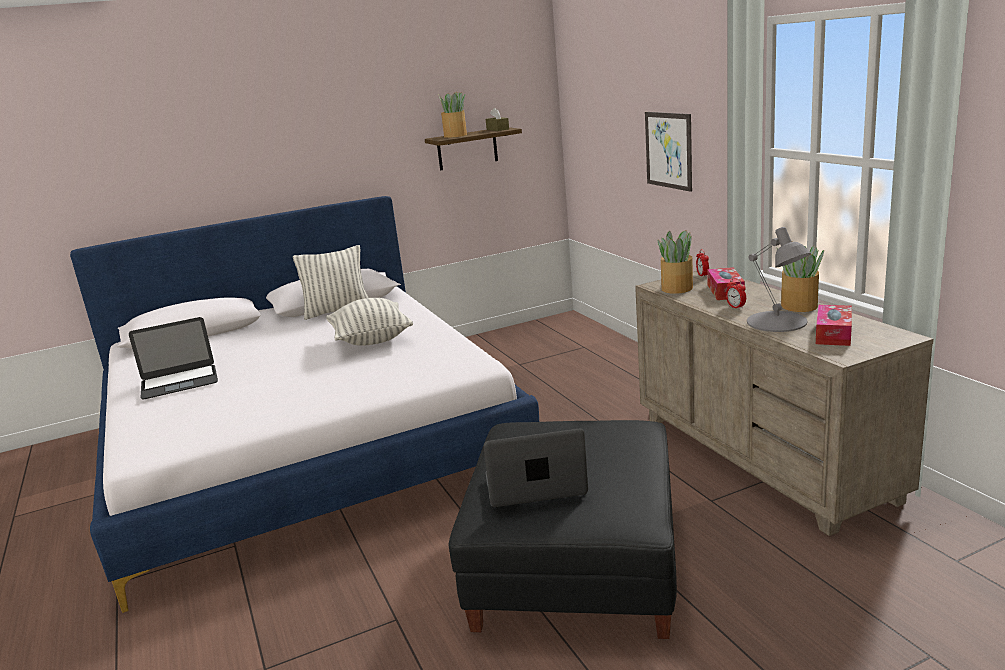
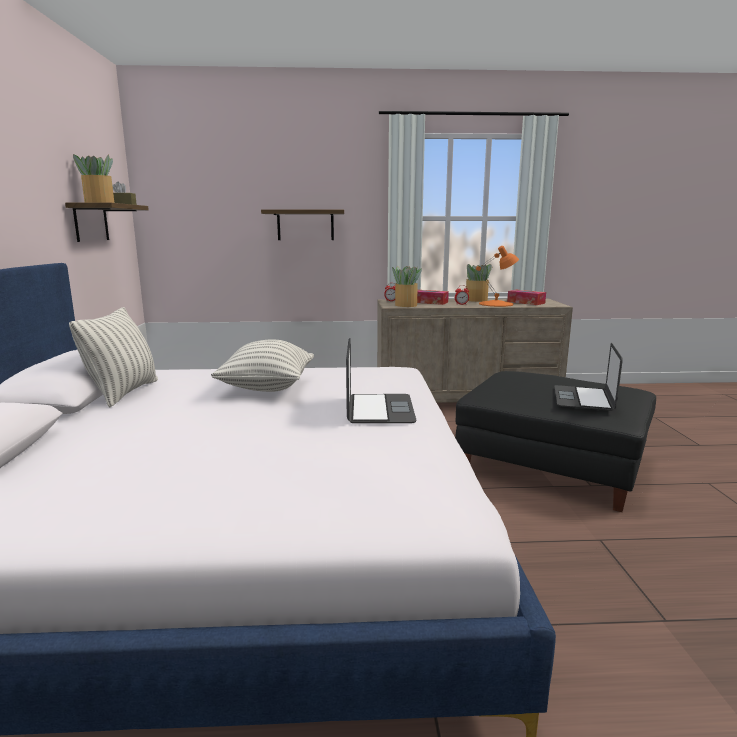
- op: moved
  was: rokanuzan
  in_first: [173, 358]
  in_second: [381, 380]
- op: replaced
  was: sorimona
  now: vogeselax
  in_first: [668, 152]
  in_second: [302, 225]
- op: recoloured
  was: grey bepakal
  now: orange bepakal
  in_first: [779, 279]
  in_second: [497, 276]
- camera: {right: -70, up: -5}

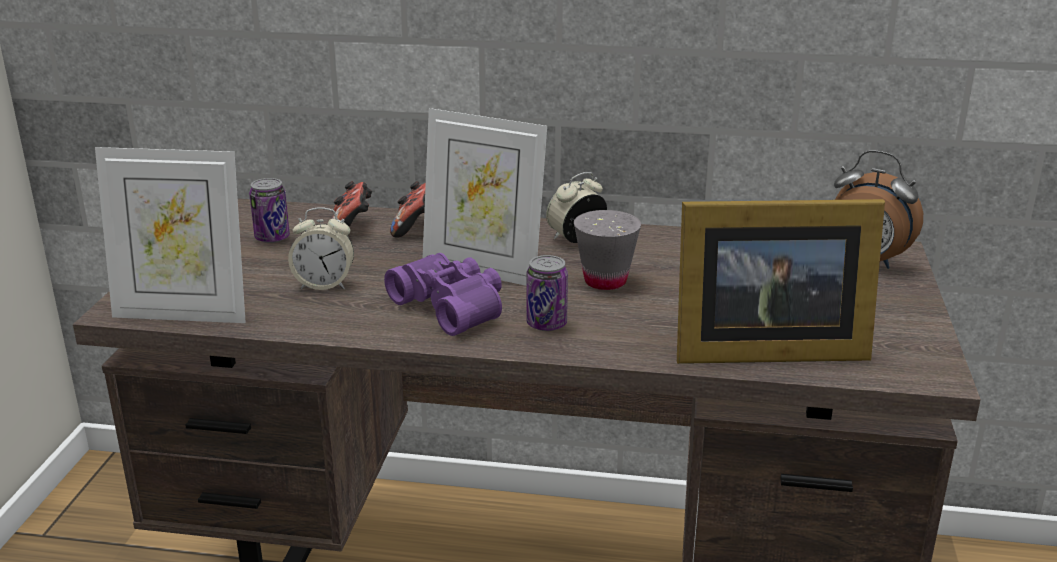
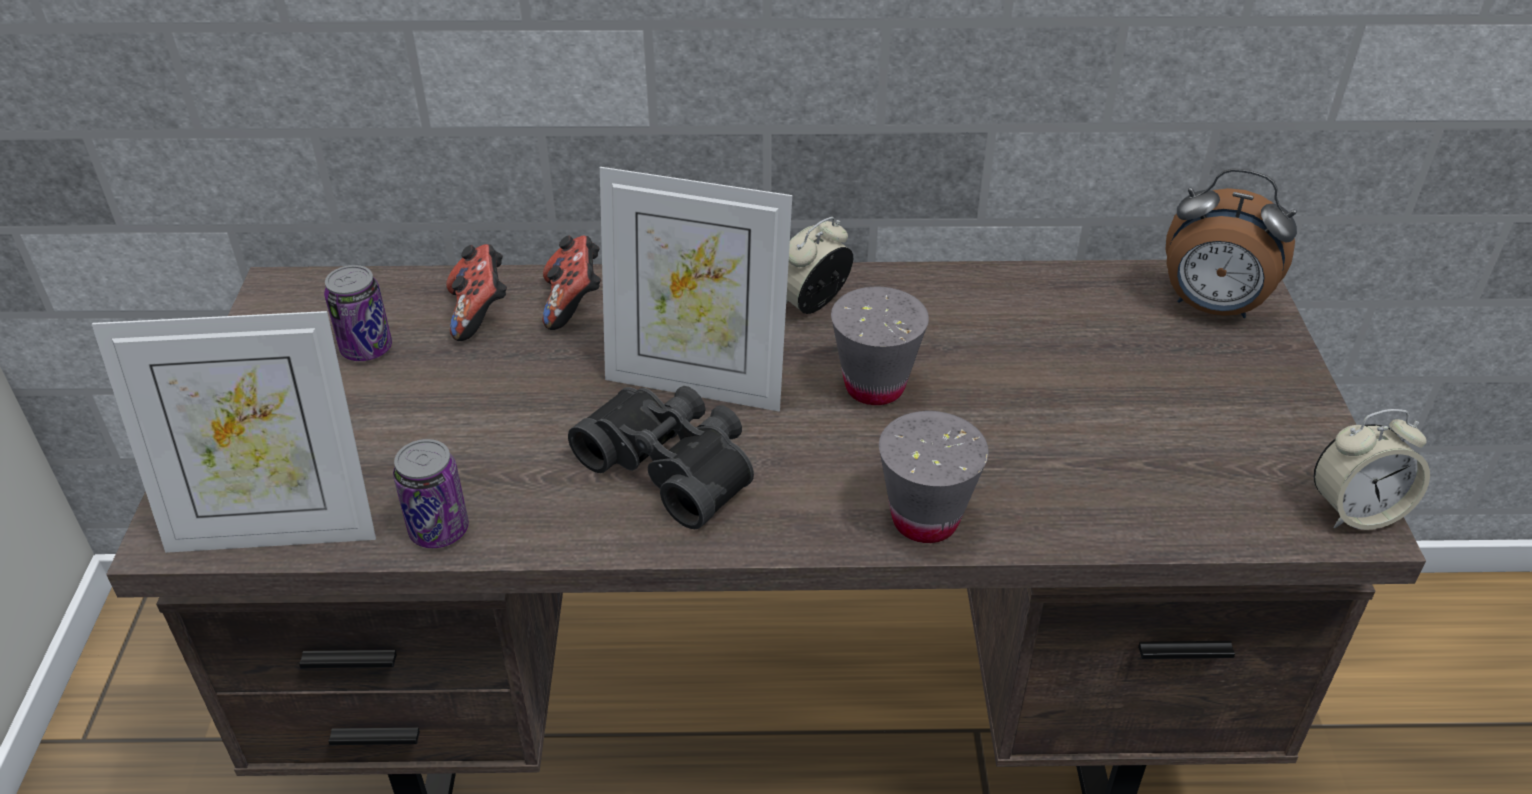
- op: removed
  was: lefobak
  in_first: [781, 281]
- op: added
  now: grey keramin
  in_second: [934, 477]
- op: moved
  was: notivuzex
  in_first: [321, 248]
  in_second: [1371, 469]
- op: moved
  was: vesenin
  in_first: [547, 293]
  in_second: [431, 493]
- op: recoloured
  was: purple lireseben
  now: black lireseben
  in_first: [443, 294]
  in_second: [661, 457]
- camera: {right: -10, up: 15}

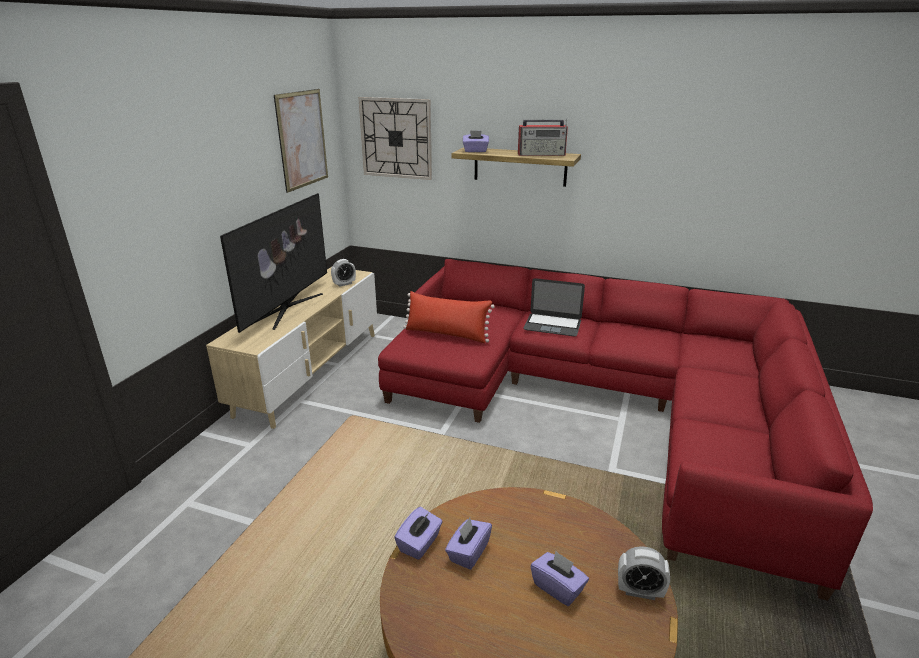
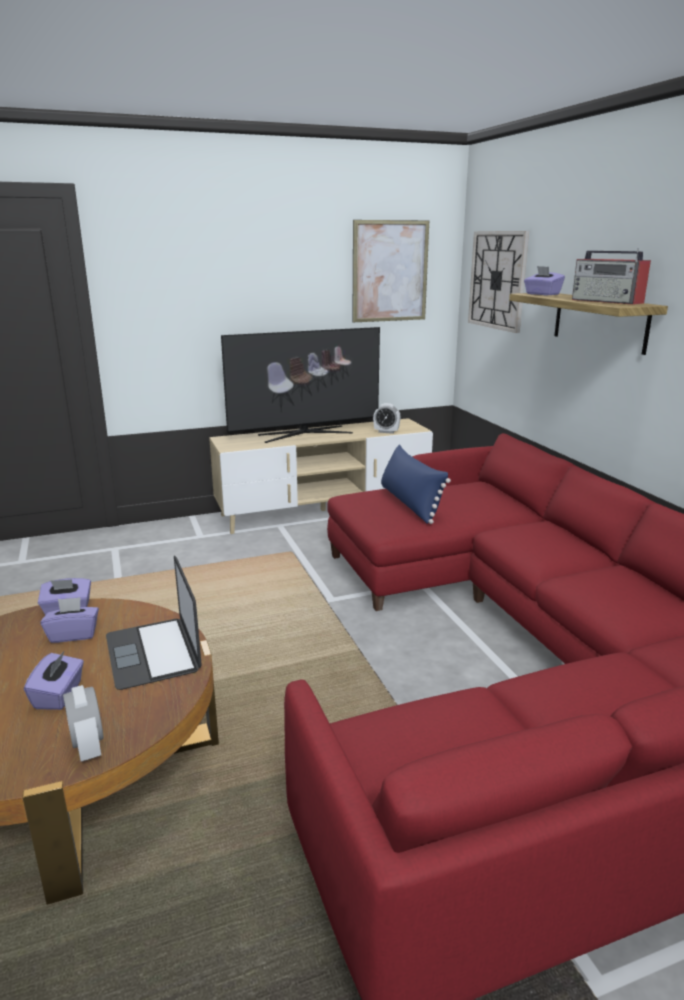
- op: moved
  was: rokanuzan
  in_first: [554, 307]
  in_second: [153, 623]
- op: recoloured
  was: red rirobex
  now: blue rirobex
  in_first: [449, 317]
  in_second: [416, 484]
- camera: {right: 50, up: -5}

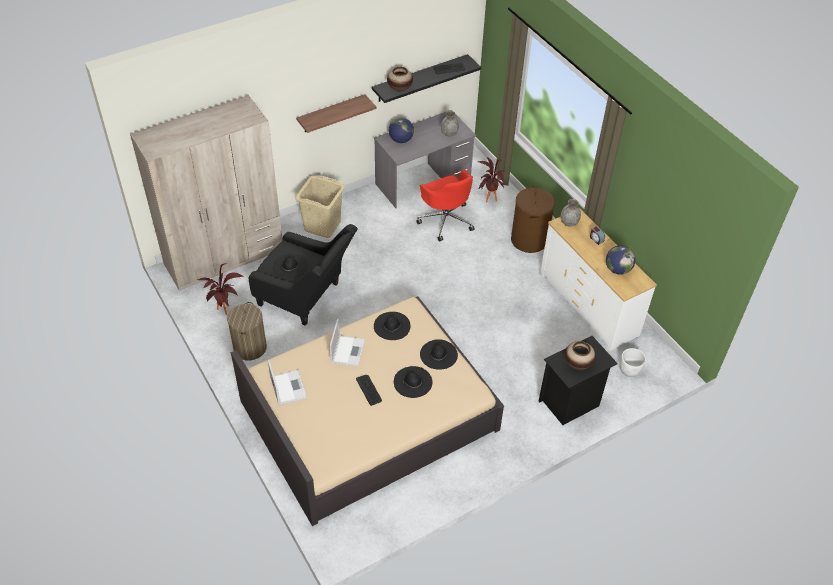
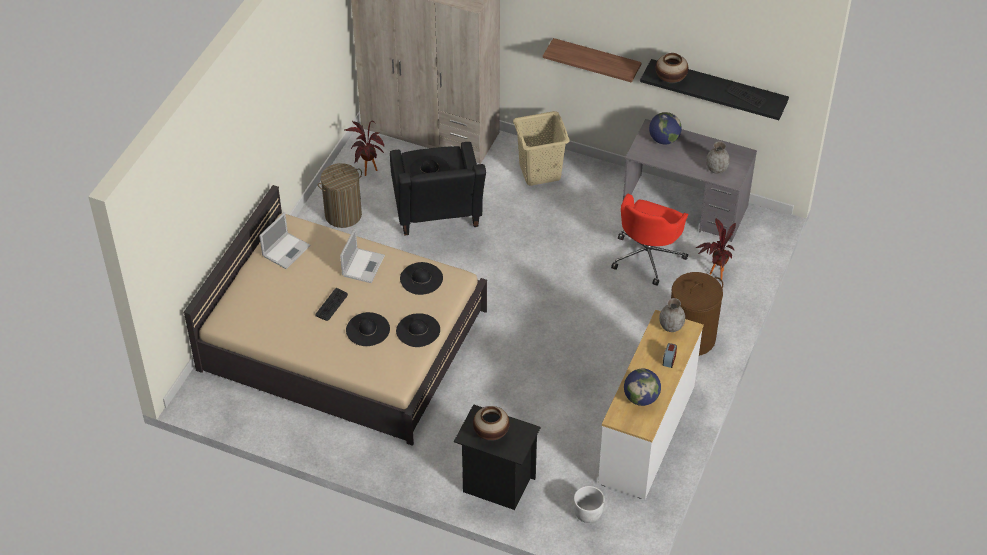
- op: turned
  was: rokanuzan
  in_first: [347, 343]
  in_second: [362, 255]
  clockwise: -45
- camera: {right: 55, up: 0}

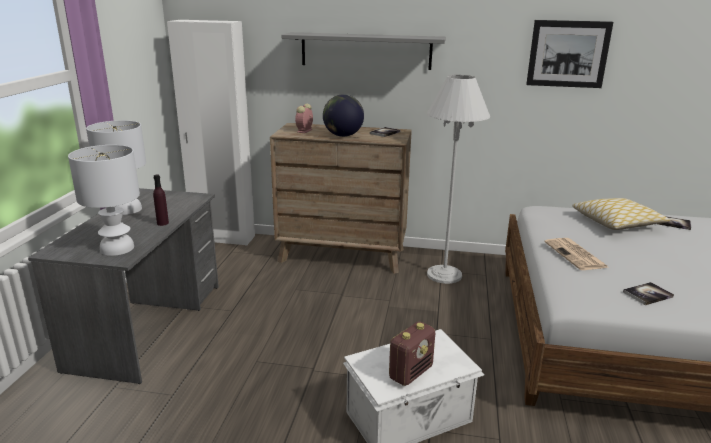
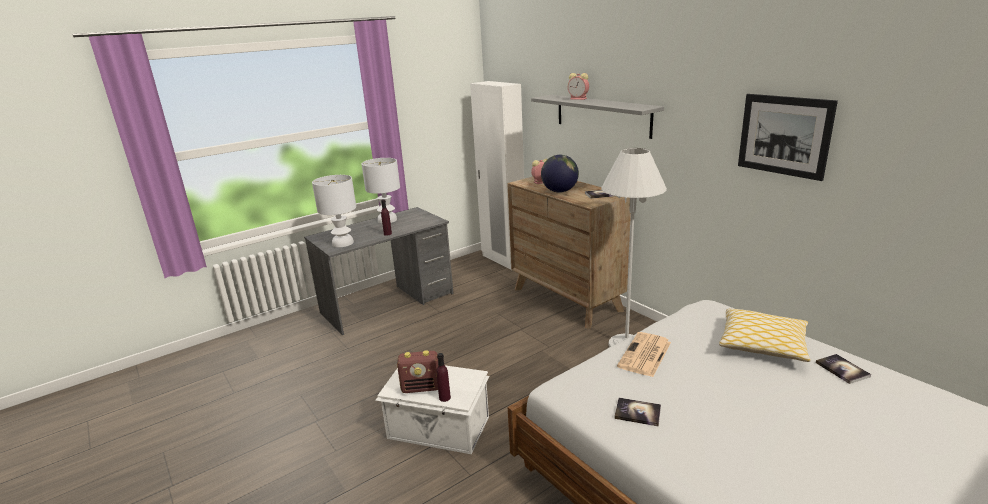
- op: added
  now: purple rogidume
  in_second: [443, 377]
- op: added
  now: notivuzex
  in_second: [578, 86]
- camera: {right: 45, up: 0}

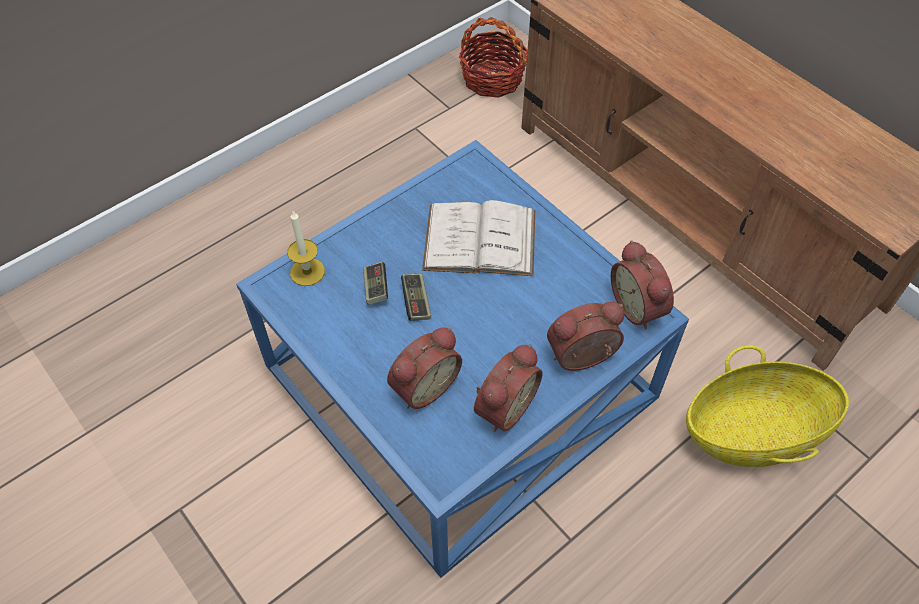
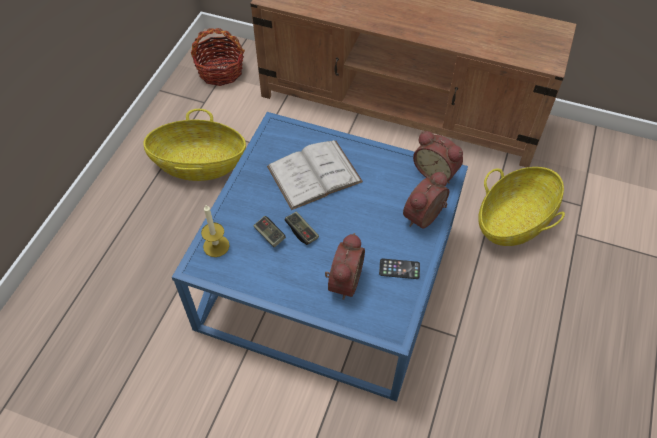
- op: added
  now: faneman
  in_second: [194, 145]
- op: replaced
  was: notivuzex
  now: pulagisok
  in_first: [508, 388]
  in_second: [399, 268]
- camera: {right: -30, up: 0}

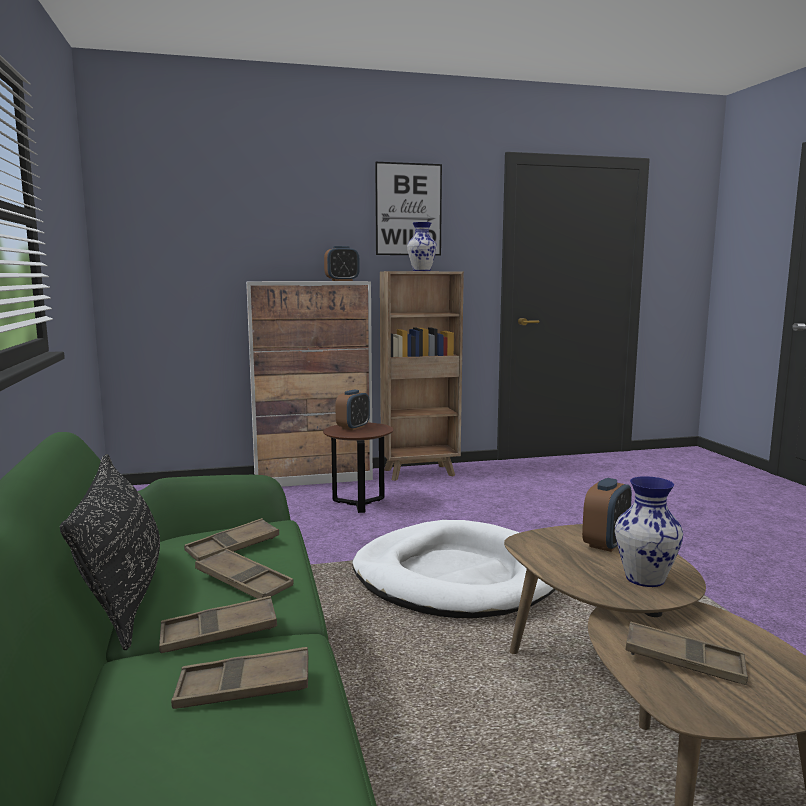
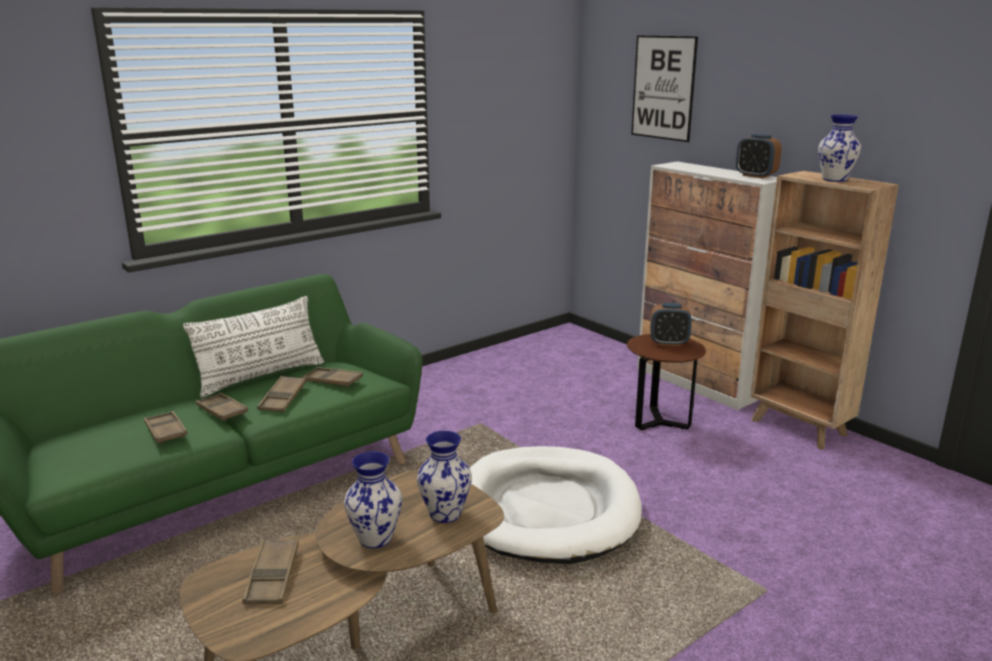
- op: moved
  was: sorimona
  in_first: [408, 209]
  in_second: [664, 88]
- op: replaced
  was: notivuzex
  now: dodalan
  in_first: [607, 515]
  in_second: [444, 477]
- op: recoloured
  was: black rirobex
  now: white rirobex
  in_first: [110, 552]
  in_second: [253, 346]
- camera: {right: 65, up: 10}

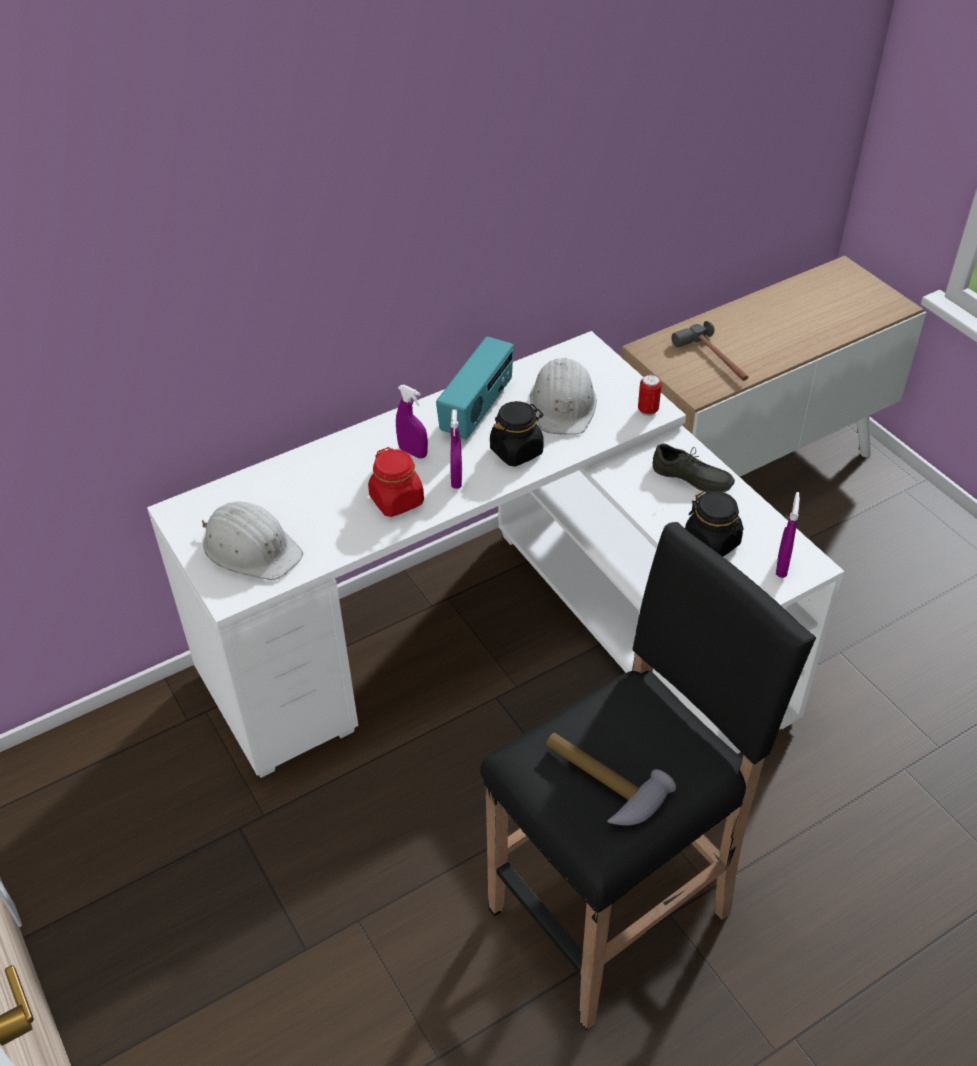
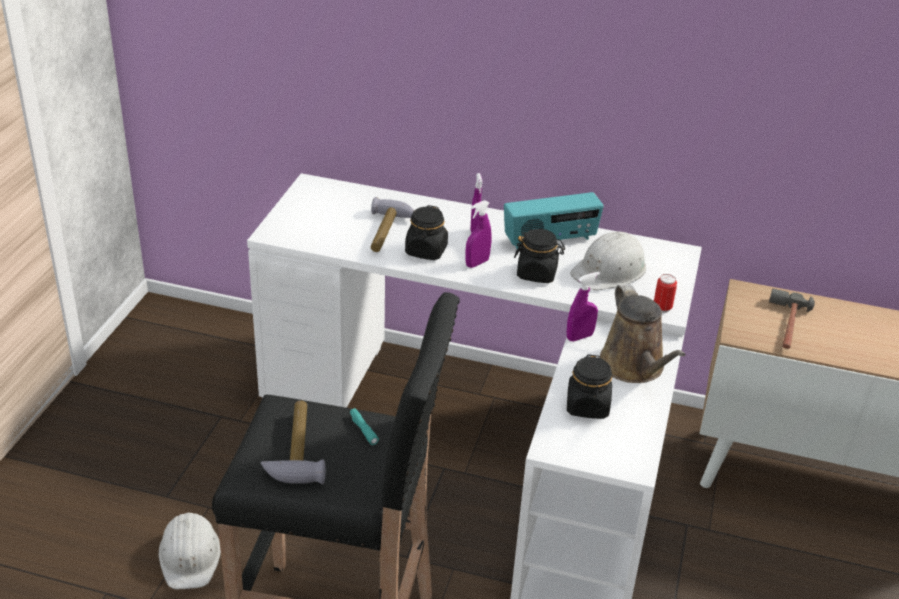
- op: added
  now: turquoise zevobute
  in_second: [364, 426]
- op: added
  now: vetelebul
  in_second: [392, 224]
- op: moved
  was: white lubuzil
  in_first: [252, 540]
  in_second: [190, 551]
- op: moved
  was: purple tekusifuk
  in_first: [788, 535]
  in_second: [583, 306]
- op: replaced
  was: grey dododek
  now: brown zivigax
  in_first: [693, 468]
  in_second: [643, 333]
- op: recoloured
  was: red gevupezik
  now: black gevupezik
  in_first: [396, 482]
  in_second: [426, 232]
- camera: {right: 45, up: -10}

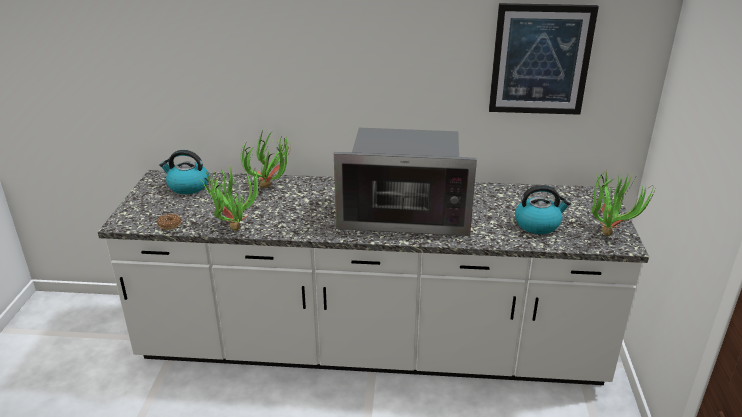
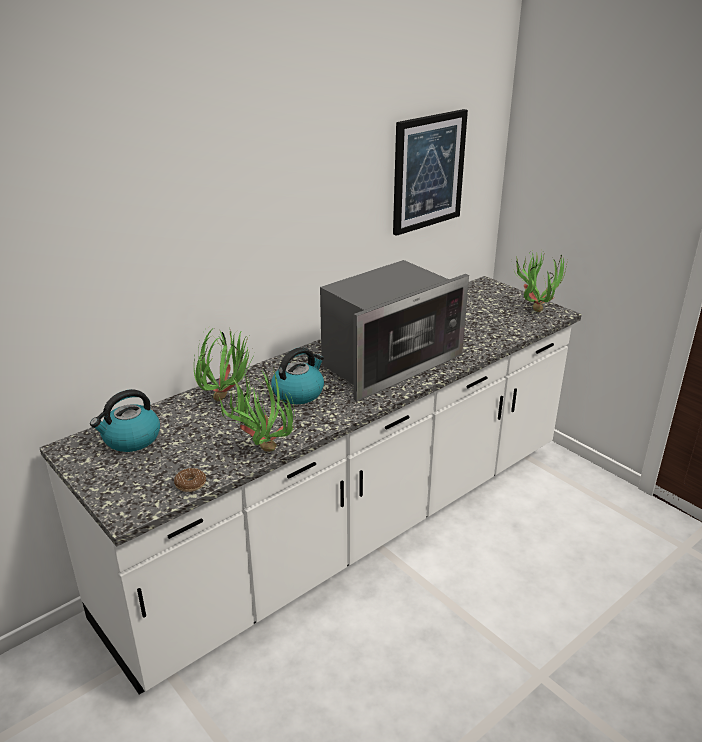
- op: moved
  was: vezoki
  in_first: [543, 209]
  in_second: [297, 375]
- camera: {right: -45, up: 0}

